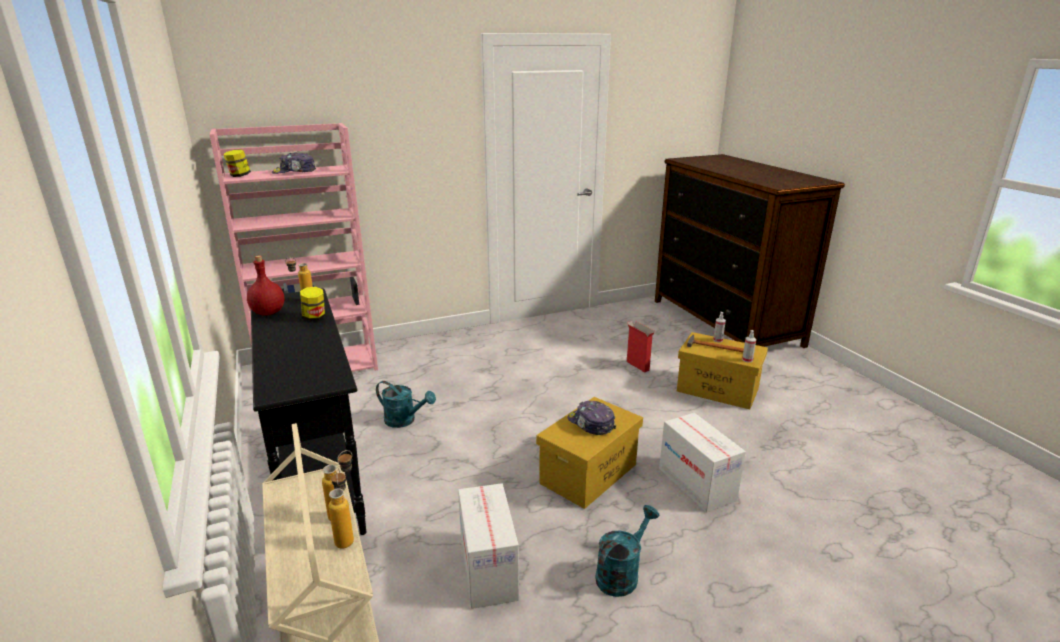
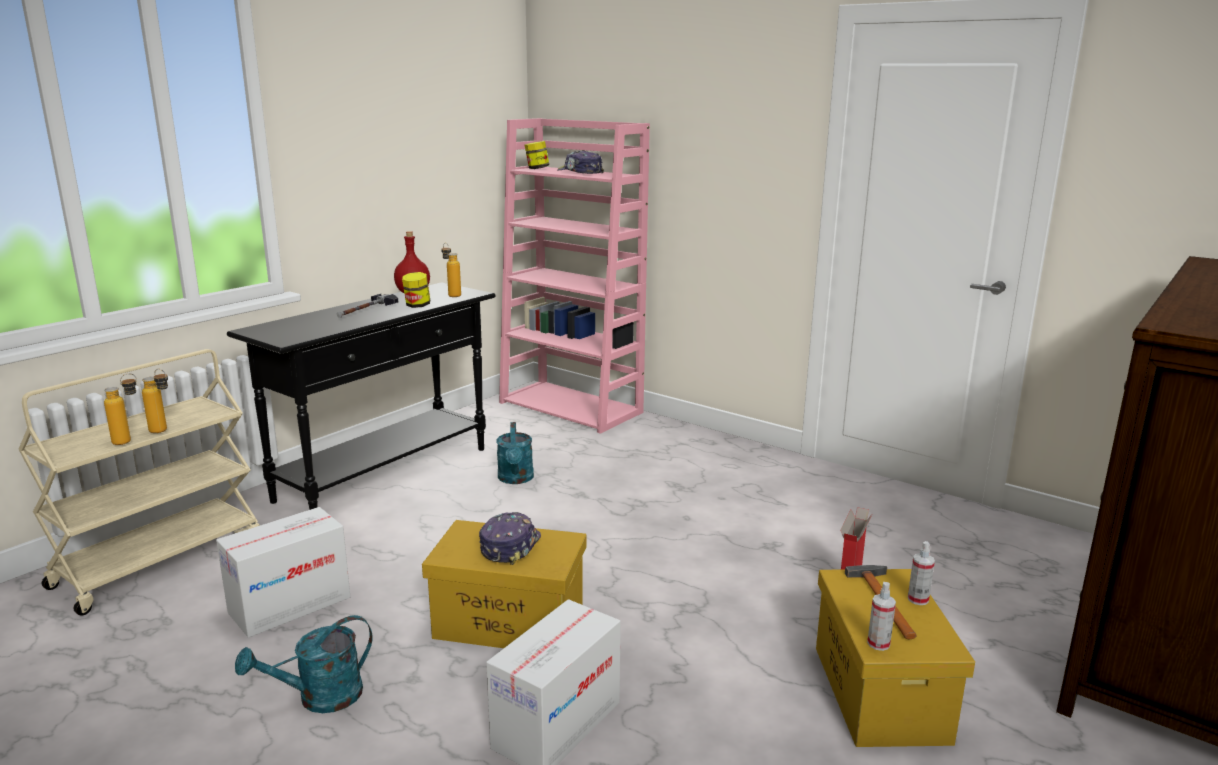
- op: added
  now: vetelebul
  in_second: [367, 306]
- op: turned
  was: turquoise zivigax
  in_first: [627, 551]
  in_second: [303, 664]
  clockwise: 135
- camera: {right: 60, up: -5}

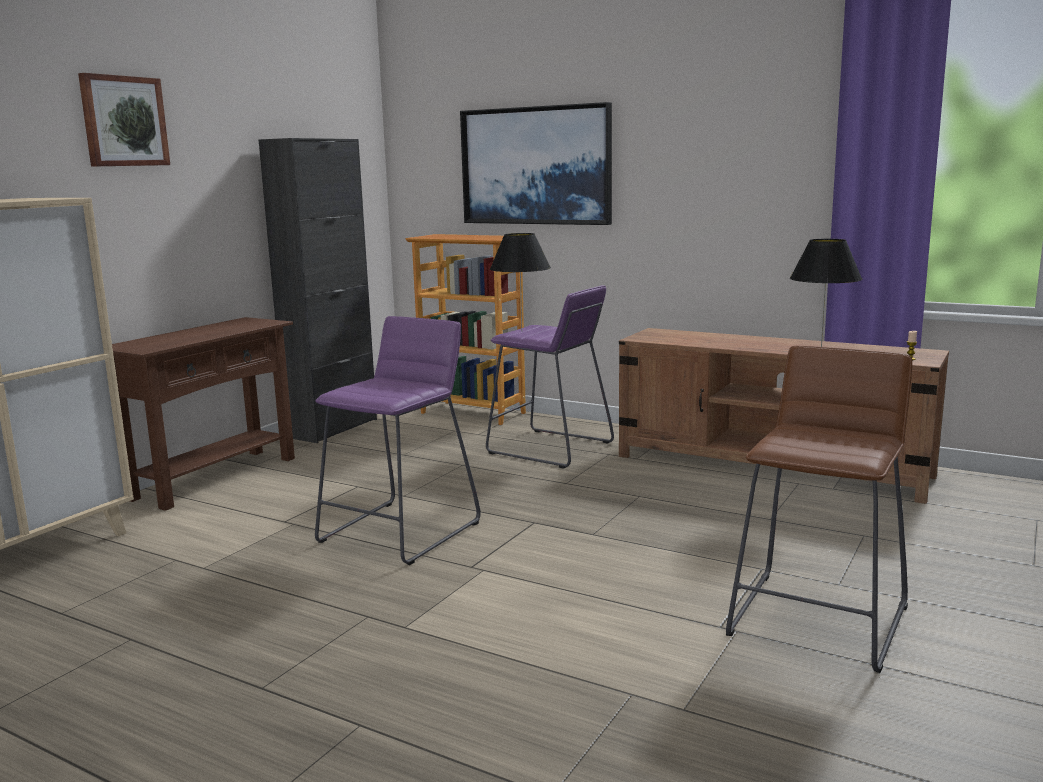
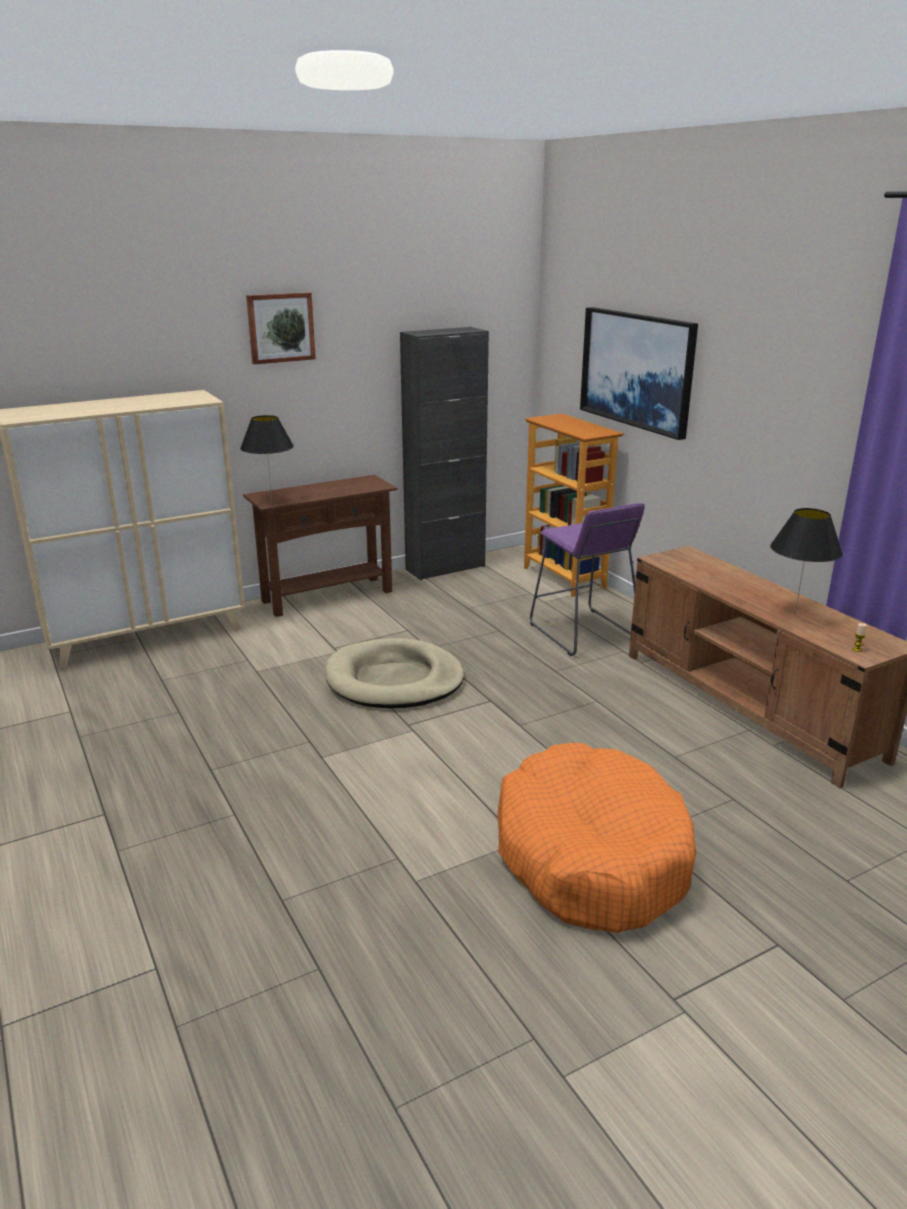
- op: moved
  was: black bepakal
  in_first: [520, 282]
  in_second: [267, 457]
- op: replaced
  was: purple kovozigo
  now: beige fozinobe
  in_first: [398, 440]
  in_second: [394, 673]
- op: replaced
  was: brown kovozigo
  now: orange fozinobe
  in_first: [819, 509]
  in_second: [596, 838]
- camera: {right: 30, up: 10}

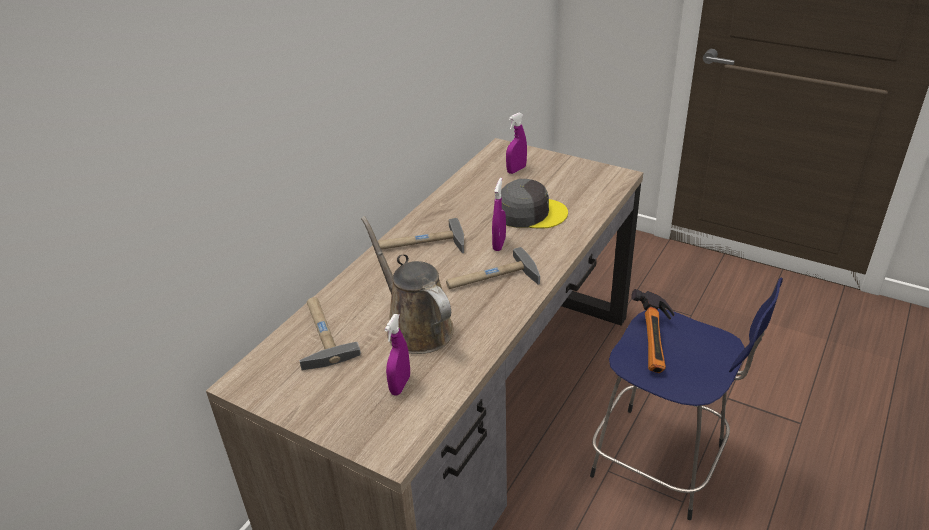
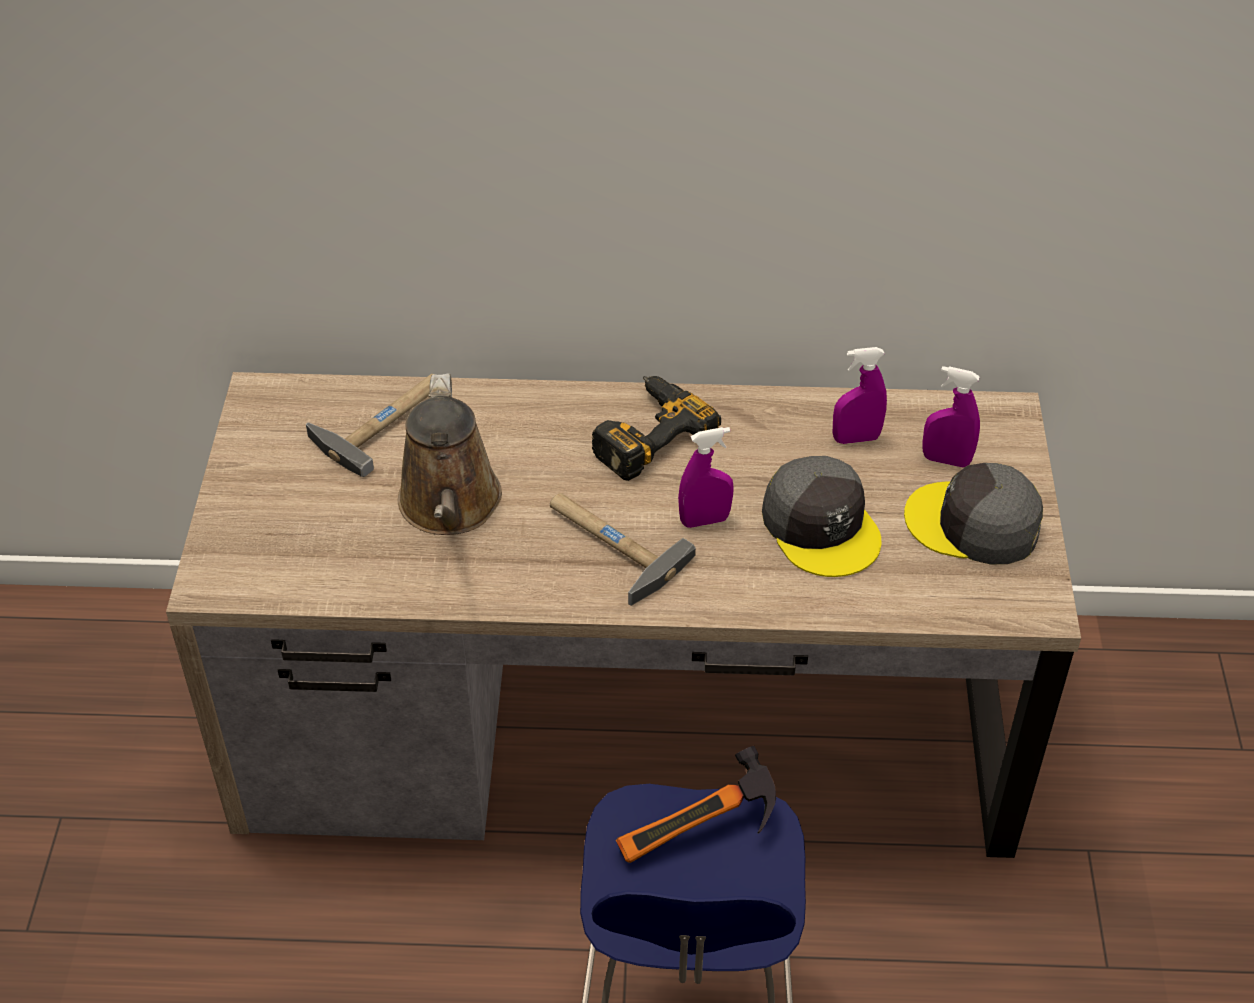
- op: added
  now: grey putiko
  in_second: [973, 514]
- op: moved
  was: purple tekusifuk
  in_first: [397, 354]
  in_second: [860, 395]
- op: replaced
  was: vetelebul
  now: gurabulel
  in_first: [421, 235]
  in_second: [656, 428]
- op: turned
  was: brown zivigax
  in_first: [407, 285]
  in_second: [450, 454]
  clockwise: 150
- camera: {right: 60, up: 10}

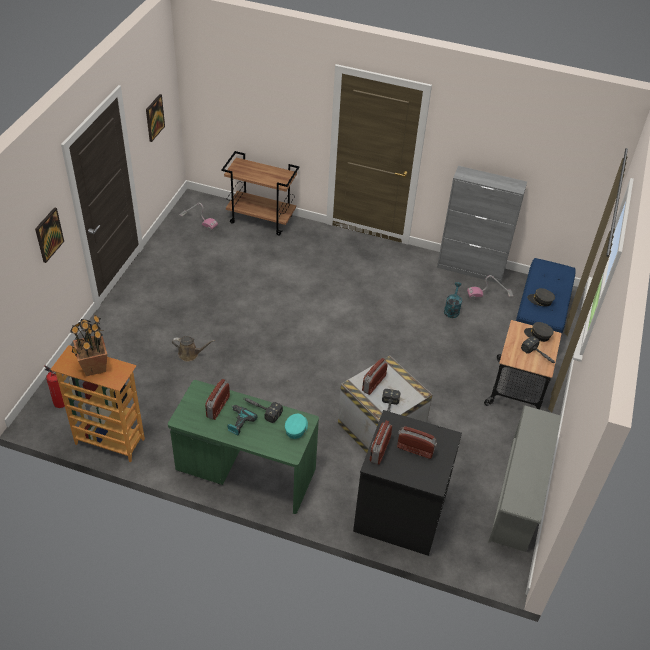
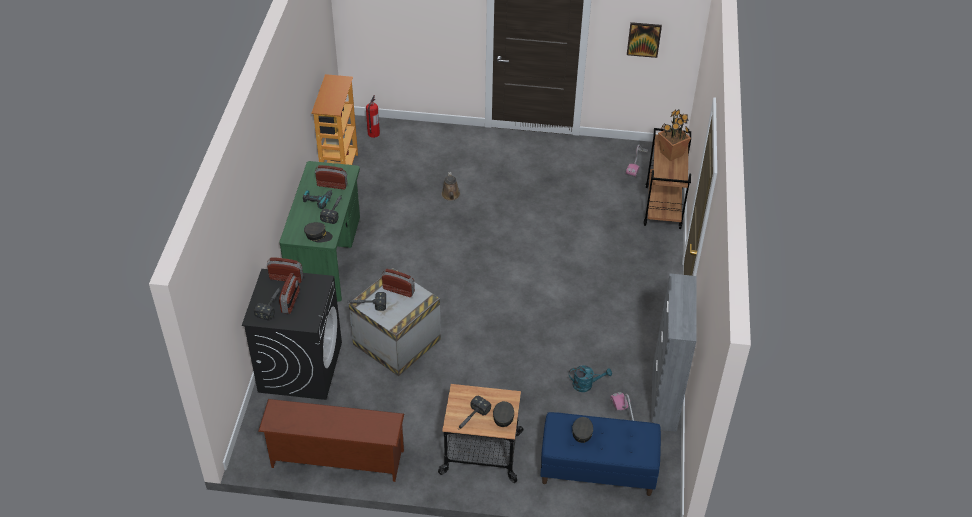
- op: removed
  was: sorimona
  in_first: [49, 235]
- op: added
  now: vetelebul
  in_second: [267, 304]
- op: moved
  was: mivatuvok
  in_first: [88, 345]
  in_second: [674, 135]
- op: recoloured
  was: turquoise putiko
  now: grey putiko
  in_first: [296, 426]
  in_second: [318, 232]
- op: recoloured
  was: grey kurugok
  now: brown kurugok
  in_first: [524, 478]
  in_second: [331, 440]
- camera: {right: 80, up: 0}

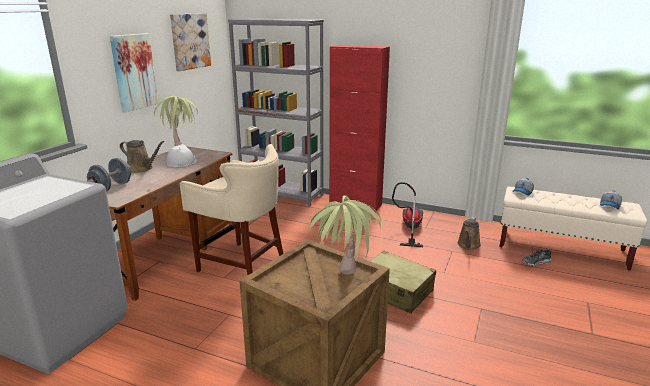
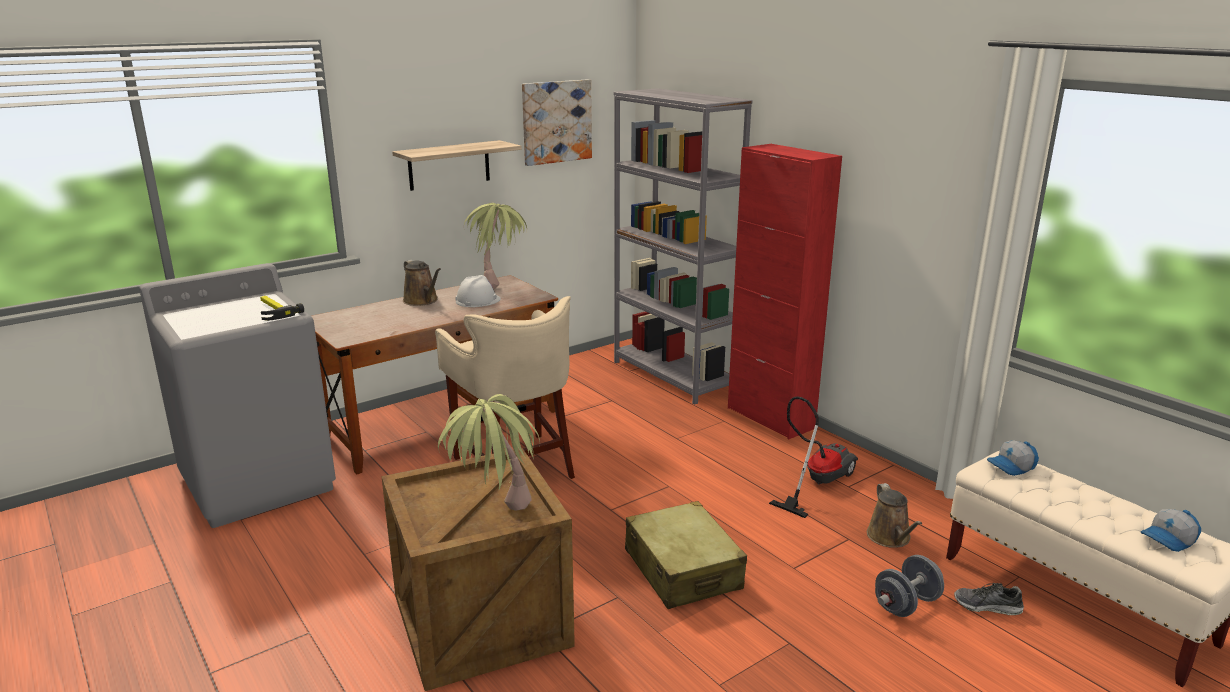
- op: added
  now: vetelebul
  in_second: [282, 308]
- op: moved
  was: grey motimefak
  in_first: [109, 174]
  in_second: [909, 586]
- op: replaced
  was: sorimona
  now: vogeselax
  in_first: [134, 72]
  in_second: [457, 165]
- op: turned
  was: brown zivigax
  in_first: [469, 233]
  in_second: [894, 515]
  clockwise: -60
- camera: {right: 30, up: 0}

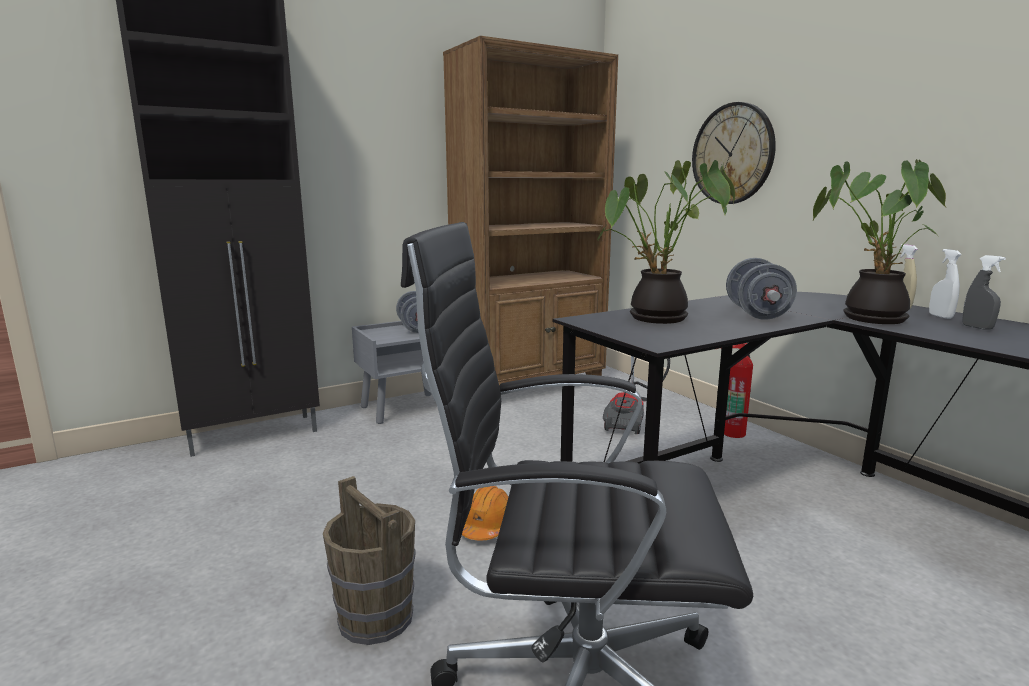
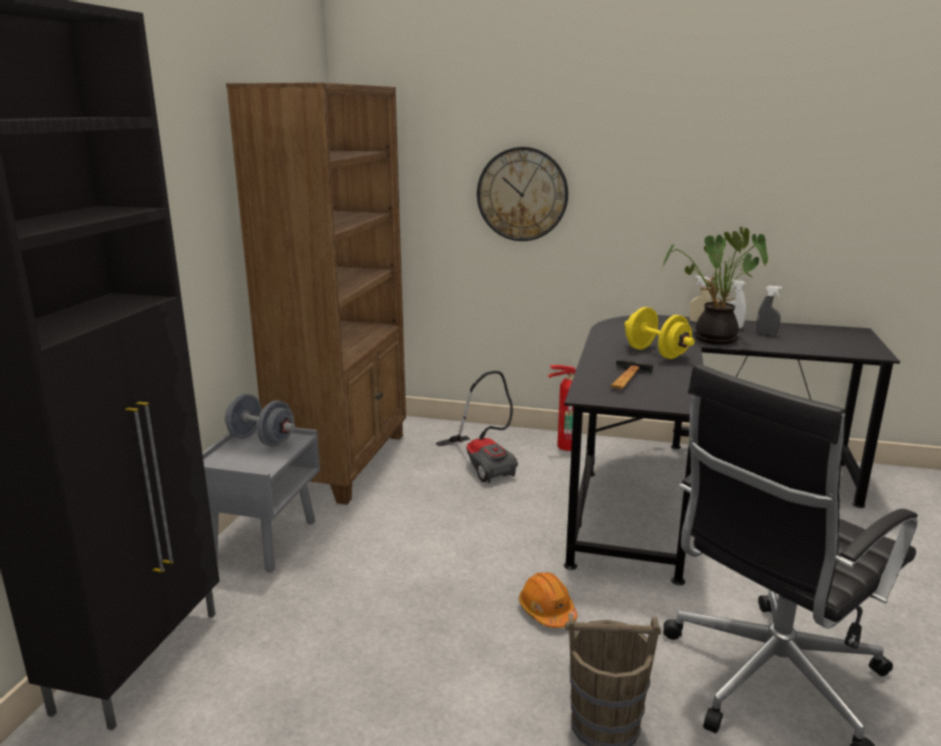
- op: replaced
  was: mivatuvok
  now: vetelebul
  in_first: [666, 242]
  in_second: [631, 374]
- op: recoloured
  was: grey motimefak
  now: yellow motimefak
  in_first: [761, 289]
  in_second: [660, 333]
- camera: {right: -45, up: 5}

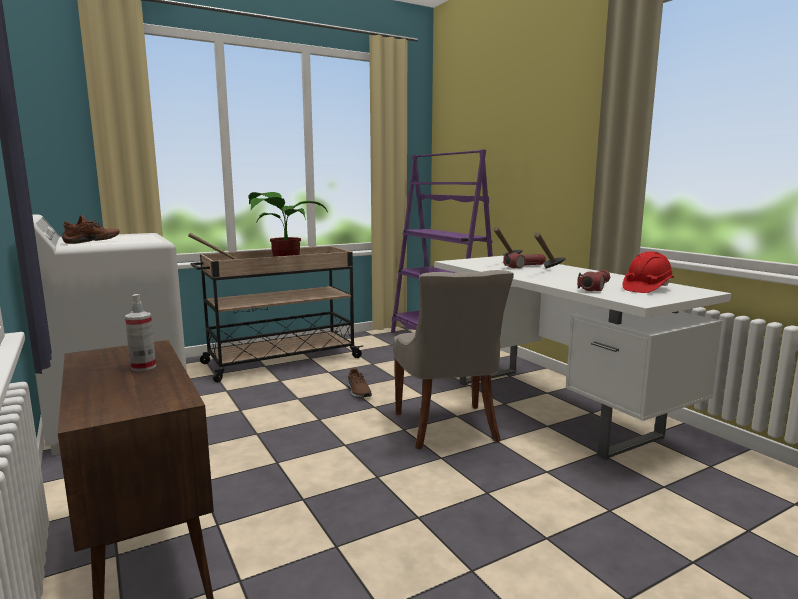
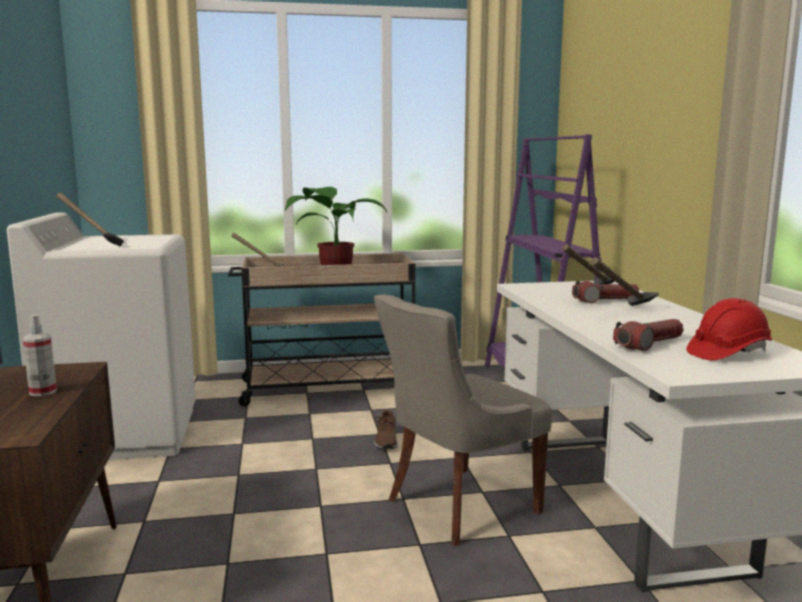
- op: replaced
  was: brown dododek
  now: vetelebul
  in_first: [90, 229]
  in_second: [90, 219]
- op: turned
  was: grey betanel
  in_first: [453, 360]
  in_second: [463, 420]
  clockwise: 45
- camera: {right: 20, up: 0}

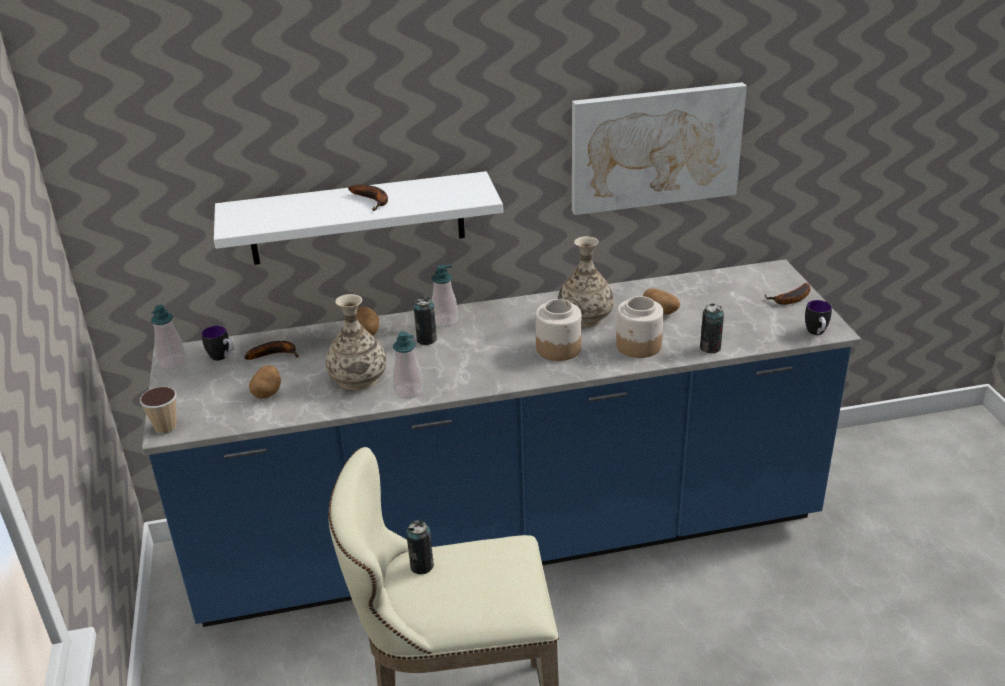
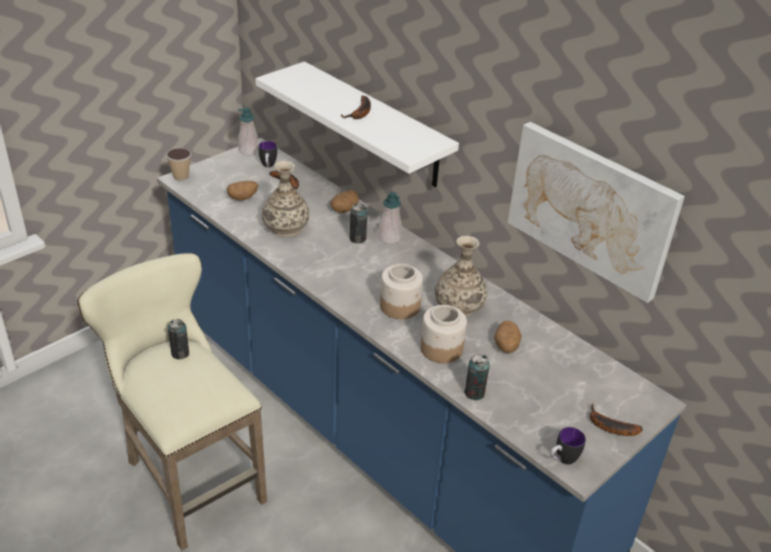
- op: removed
  was: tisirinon
  in_first: [408, 365]
- camera: {right: 55, up: 5}

